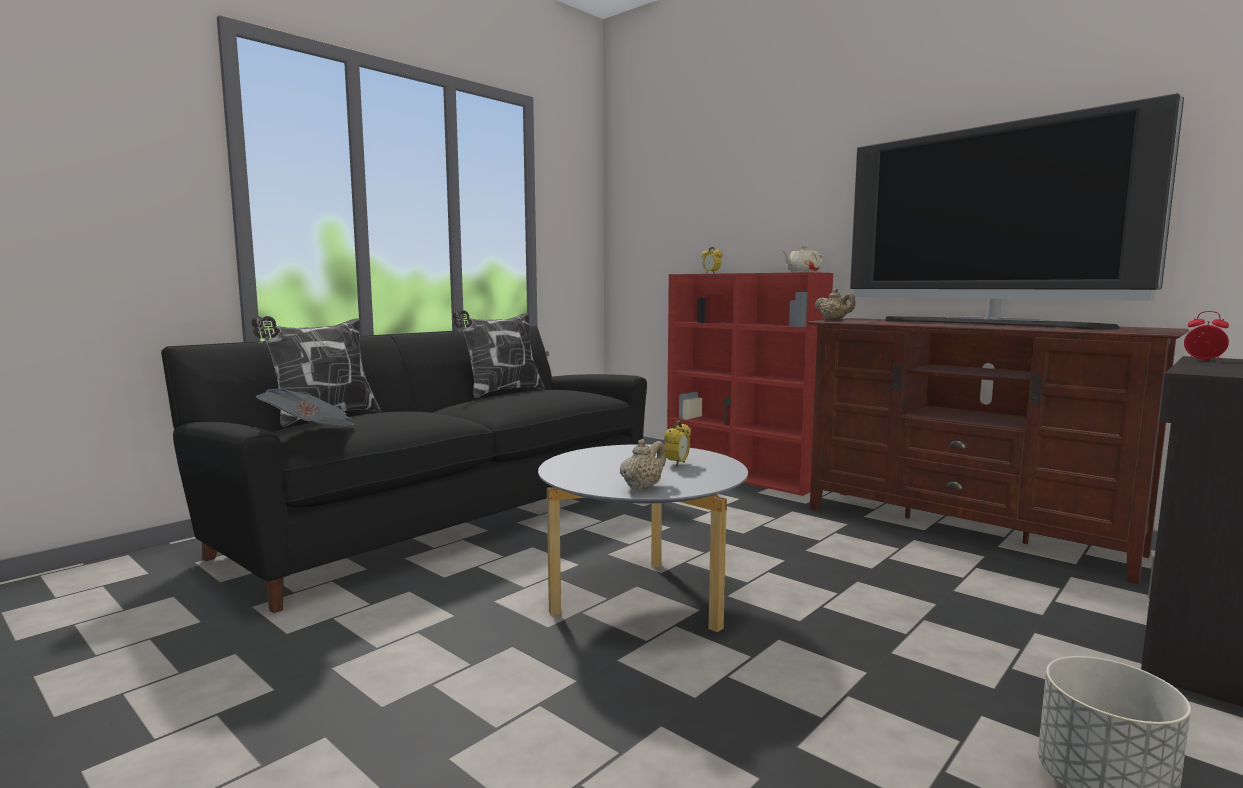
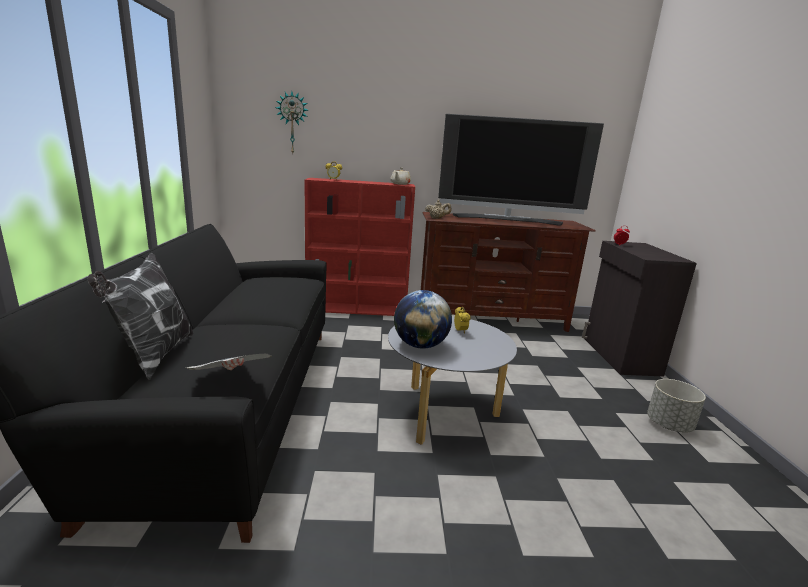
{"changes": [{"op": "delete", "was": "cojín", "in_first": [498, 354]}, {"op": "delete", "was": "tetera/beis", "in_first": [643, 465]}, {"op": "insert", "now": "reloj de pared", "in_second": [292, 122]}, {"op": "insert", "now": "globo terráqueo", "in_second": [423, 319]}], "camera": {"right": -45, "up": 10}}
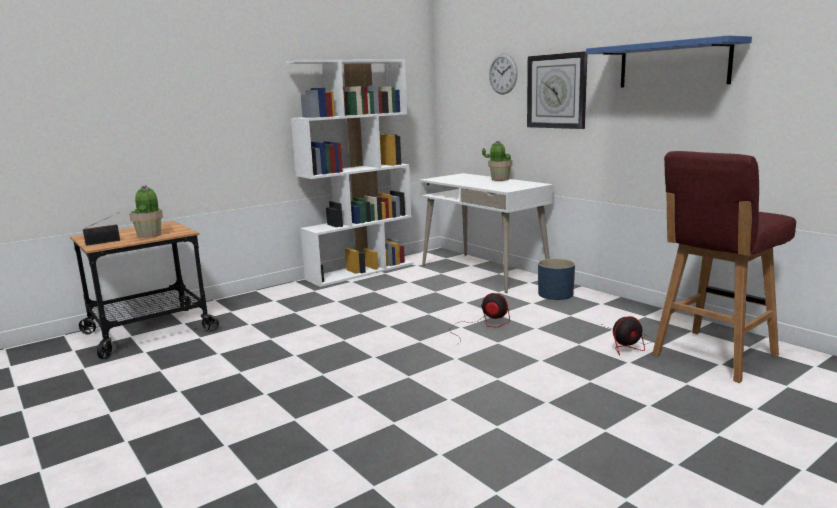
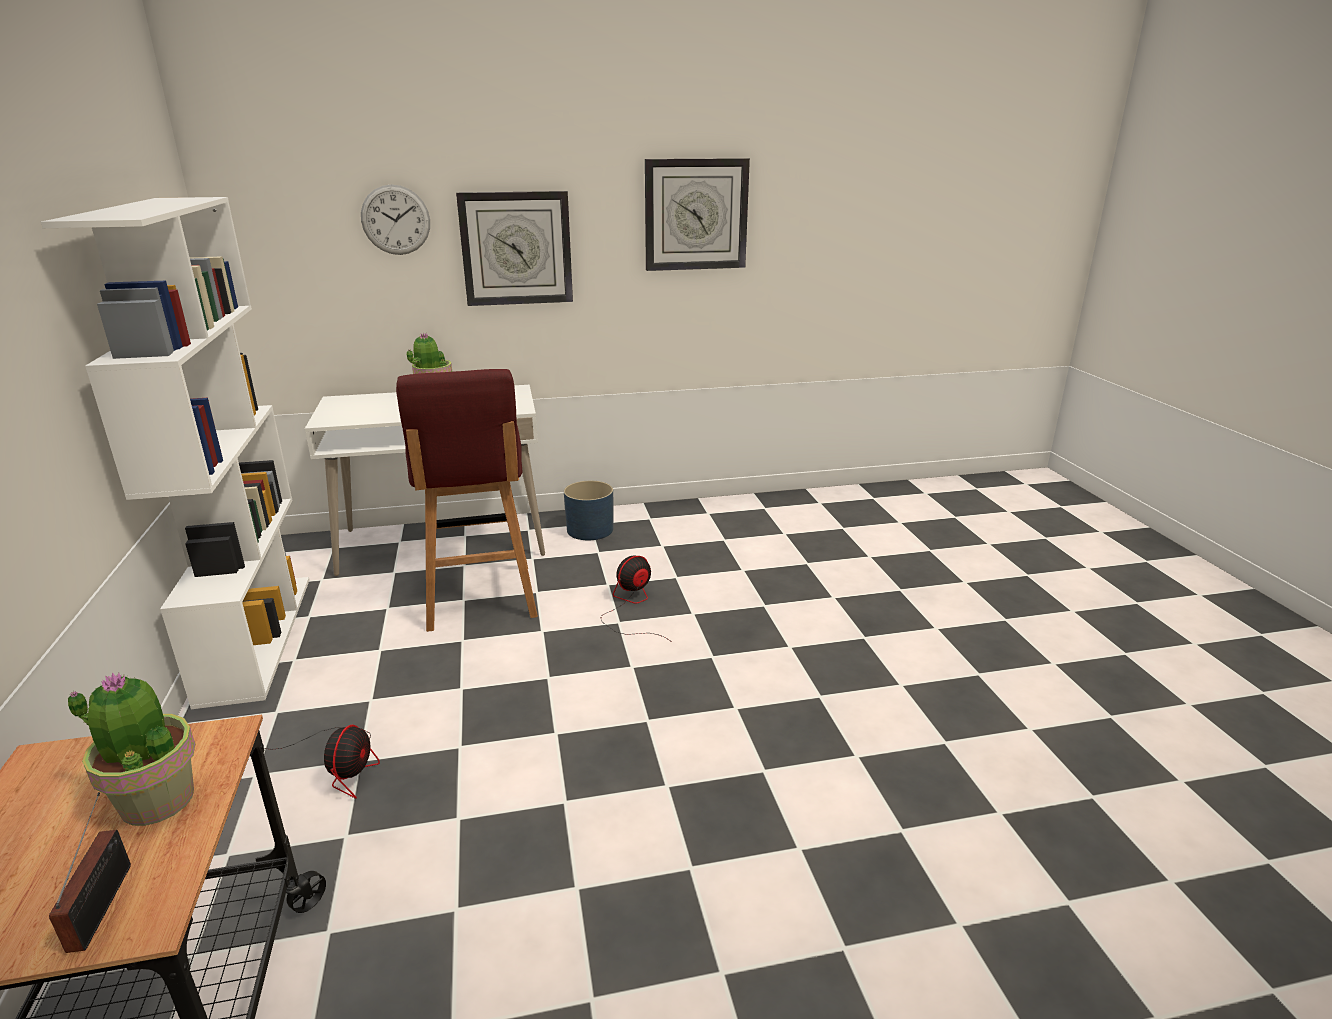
{"changes": [{"op": "replace", "was": "estante/azul", "now": "reloj de pared", "in_first": [669, 61], "in_second": [697, 214]}, {"op": "move", "was": "taburete/rojo", "in_first": [724, 267], "in_second": [467, 500]}, {"op": "move", "was": "ventilador", "in_first": [628, 335], "in_second": [322, 762]}], "camera": {"right": -65, "up": 10}}
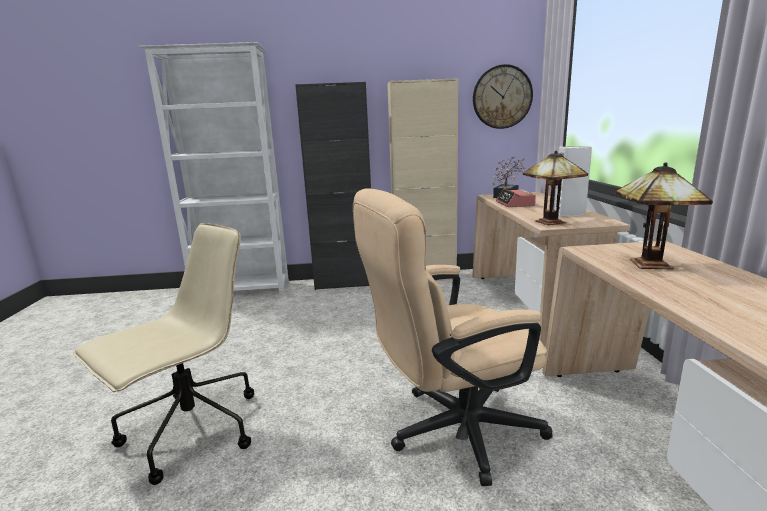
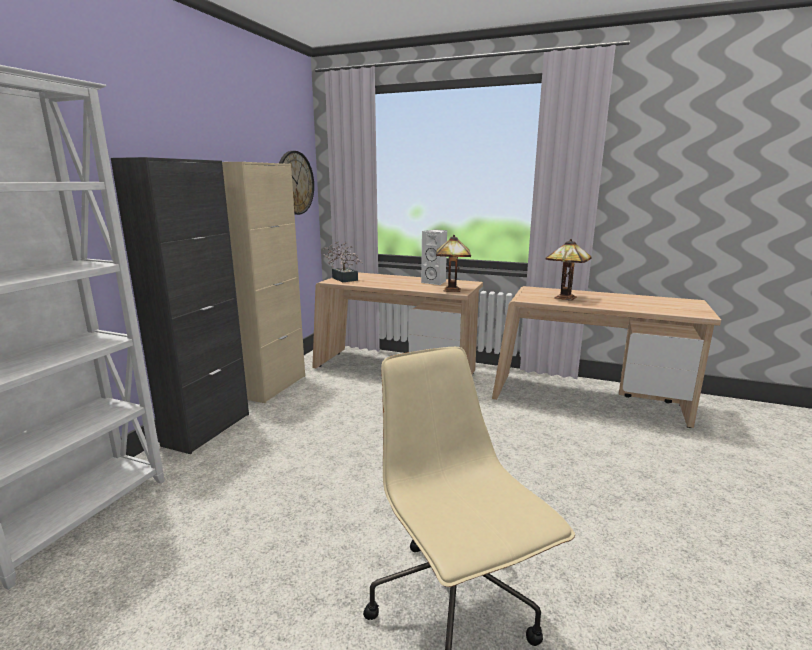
{"changes": [{"op": "delete", "was": "silla de oficina/beis", "in_first": [452, 337]}, {"op": "delete", "was": "despertador", "in_first": [516, 197]}], "camera": {"right": -65, "up": 0}}
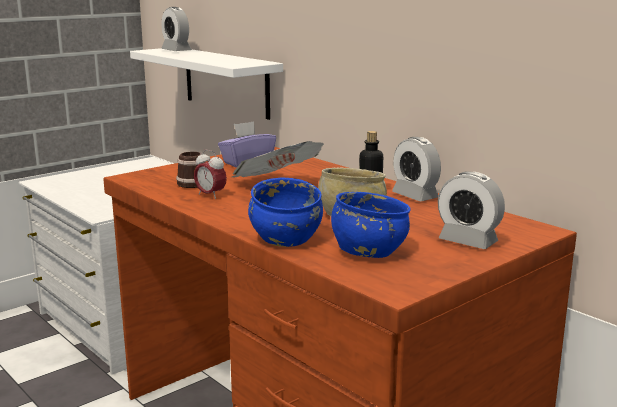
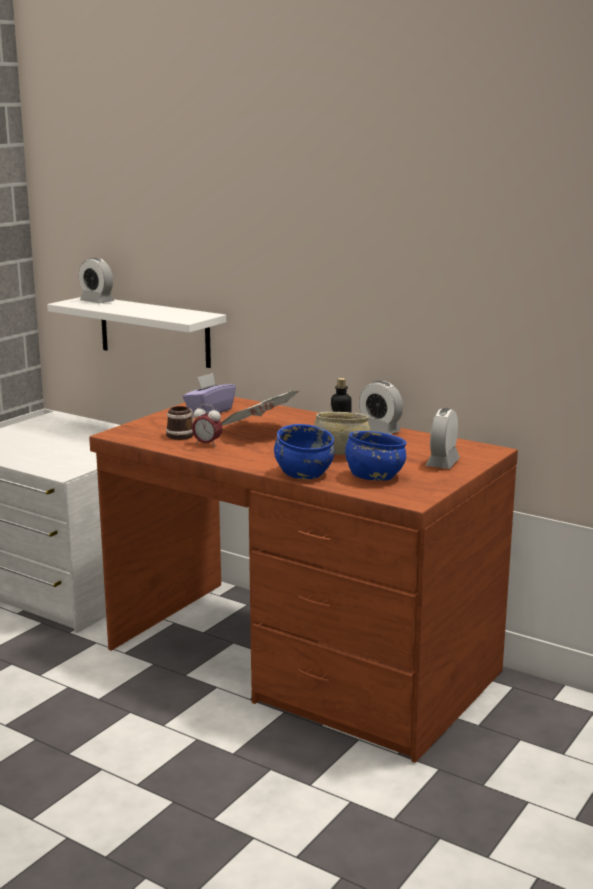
{"changes": [{"op": "rotate", "was": "despertador", "in_first": [471, 210], "in_second": [443, 438], "clockwise": 90}], "camera": {"right": -15, "up": 0}}
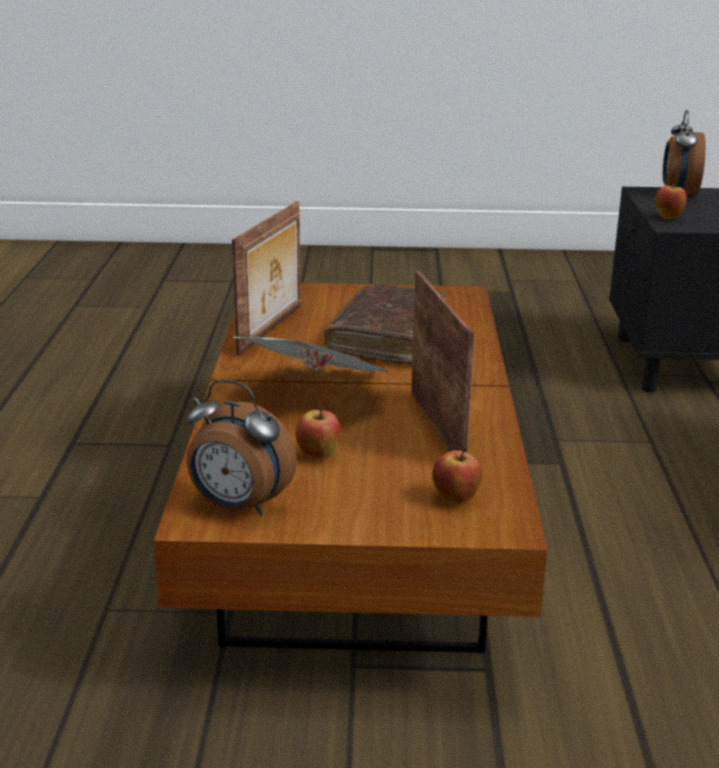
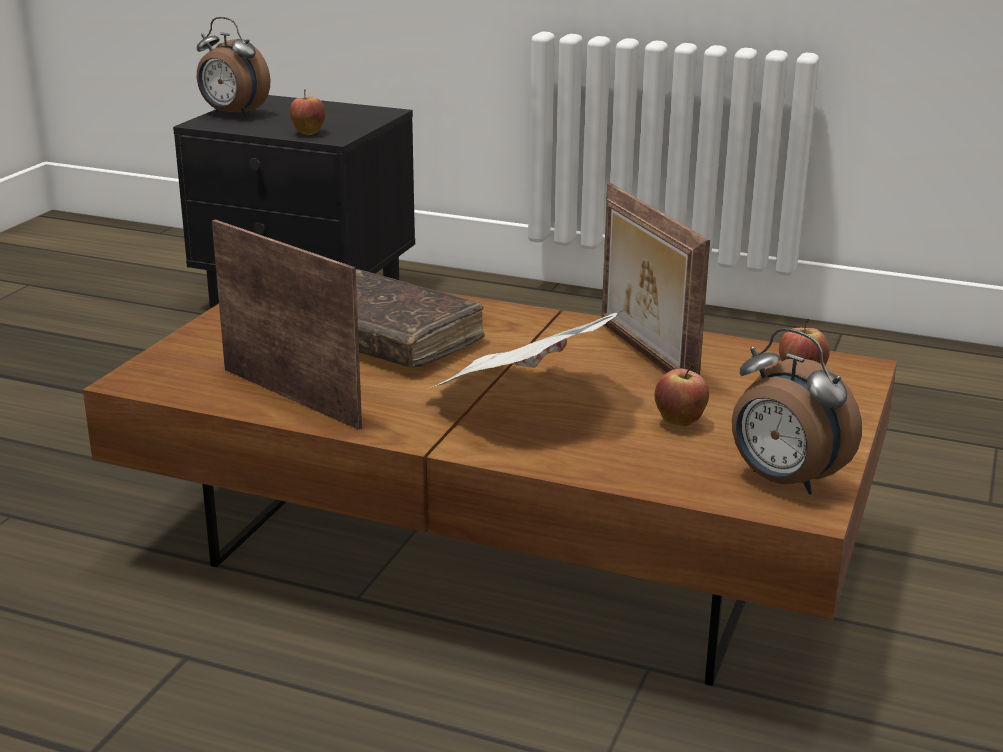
{"changes": [{"op": "rotate", "was": "portarretratos", "in_first": [443, 361], "in_second": [656, 279], "clockwise": -120}, {"op": "rotate", "was": "despertador", "in_first": [241, 447], "in_second": [797, 411], "clockwise": 90}], "camera": {"right": -70, "up": 0}}
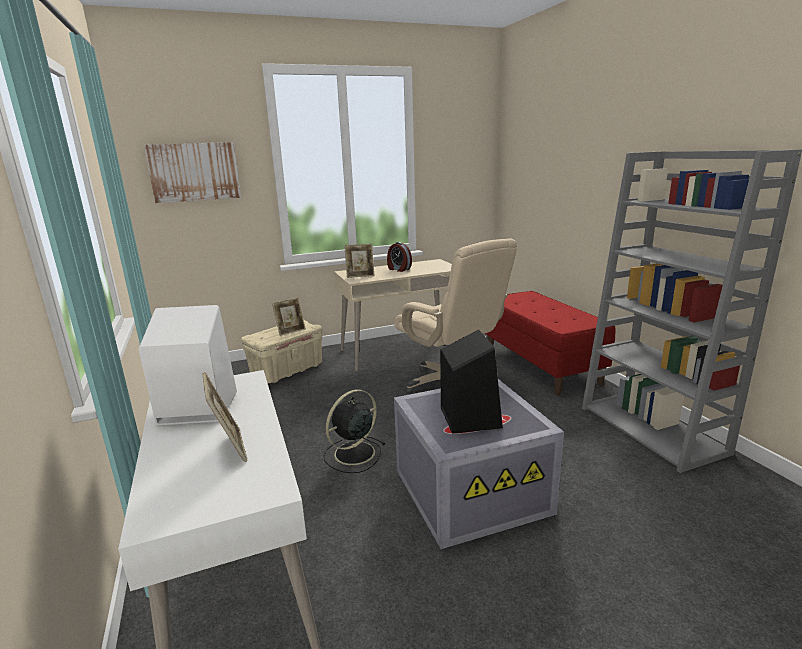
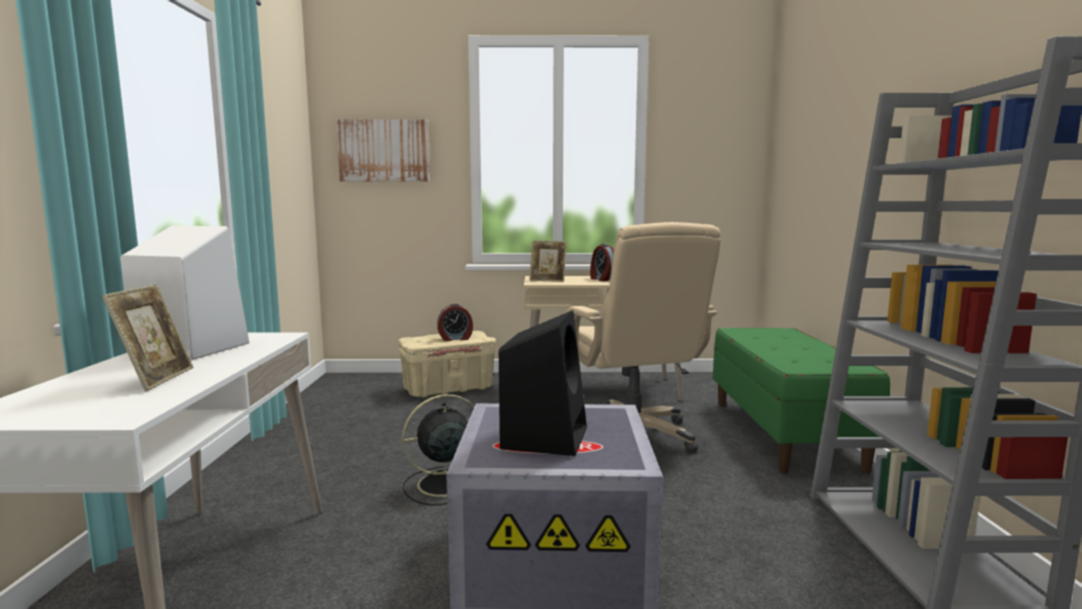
{"changes": [{"op": "recolor", "was": "banco/rojo", "now": "banco/verde", "in_first": [550, 343], "in_second": [801, 401]}, {"op": "replace", "was": "portarretratos", "now": "despertador", "in_first": [289, 317], "in_second": [455, 322]}], "camera": {"right": 20, "up": -10}}
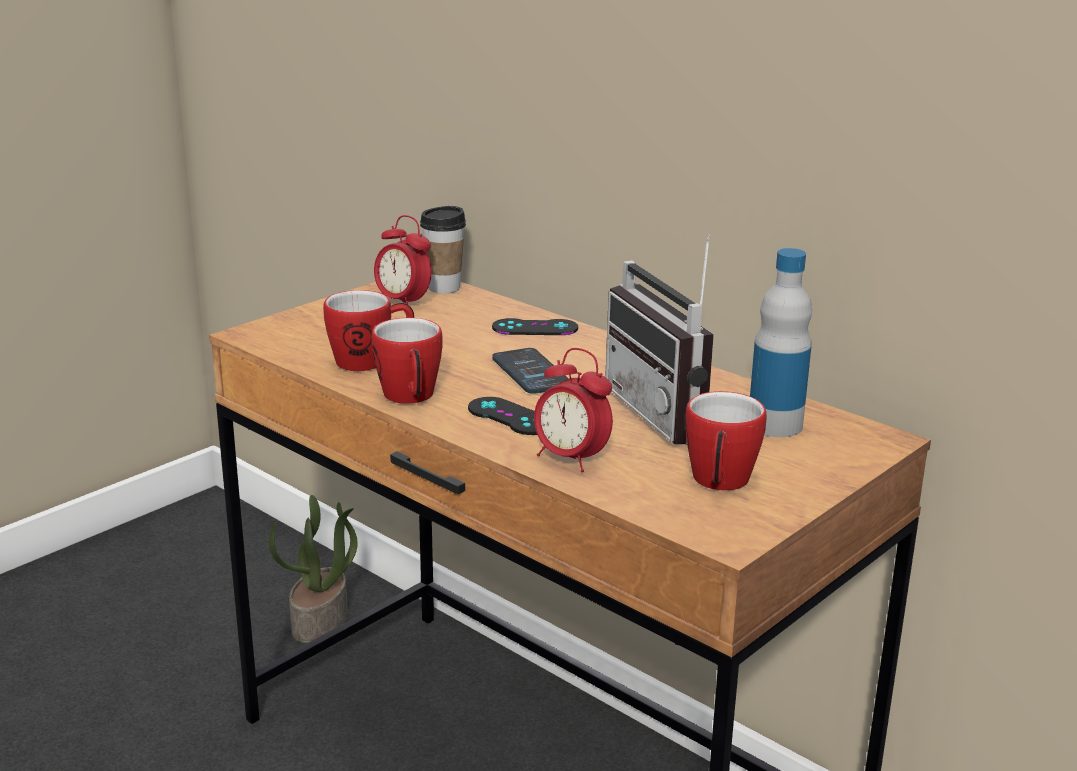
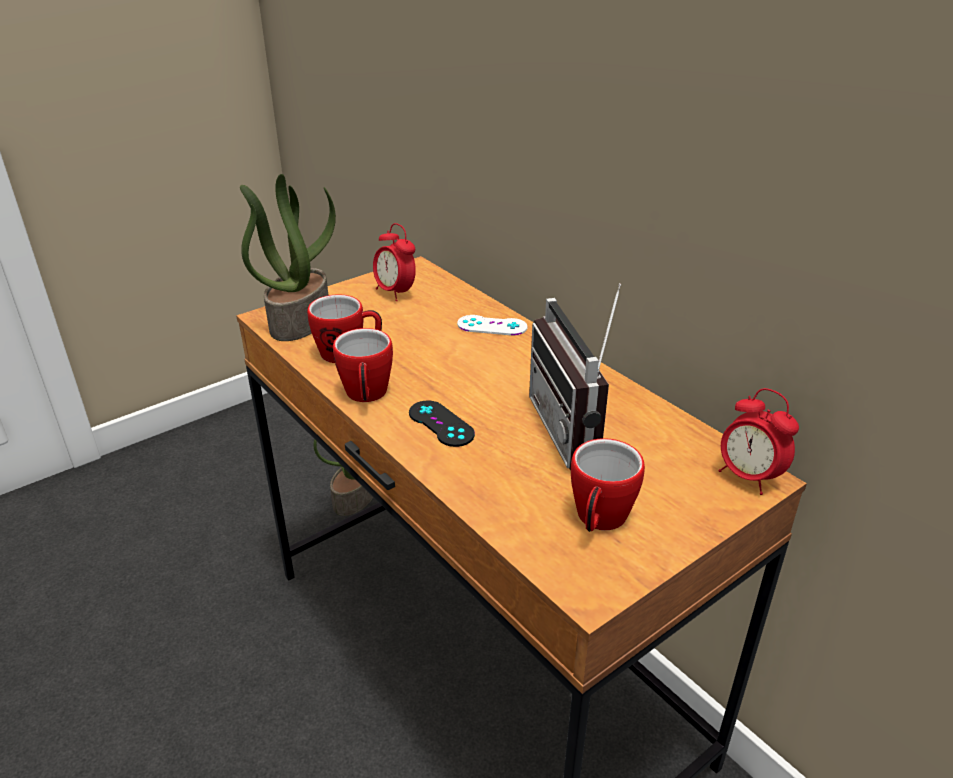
{"changes": [{"op": "delete", "was": "taza", "in_first": [443, 250]}, {"op": "delete", "was": "botella", "in_first": [781, 342]}, {"op": "recolor", "was": "mando de consola/negro", "now": "mando de consola/blanco", "in_first": [535, 326], "in_second": [492, 325]}, {"op": "delete", "was": "móvil", "in_first": [530, 371]}, {"op": "move", "was": "despertador", "in_first": [573, 410], "in_second": [758, 441]}, {"op": "insert", "now": "planta en maceta", "in_second": [288, 257]}], "camera": {"right": 10, "up": 10}}
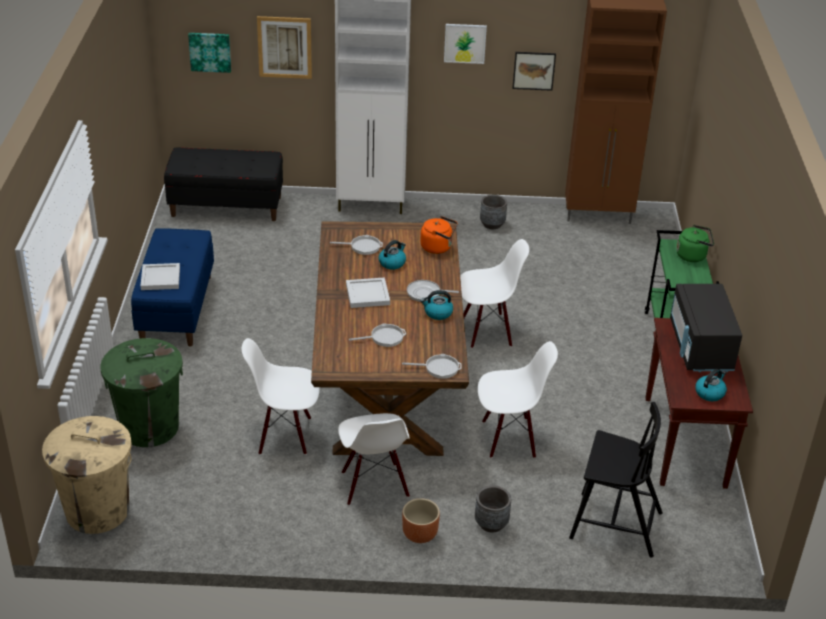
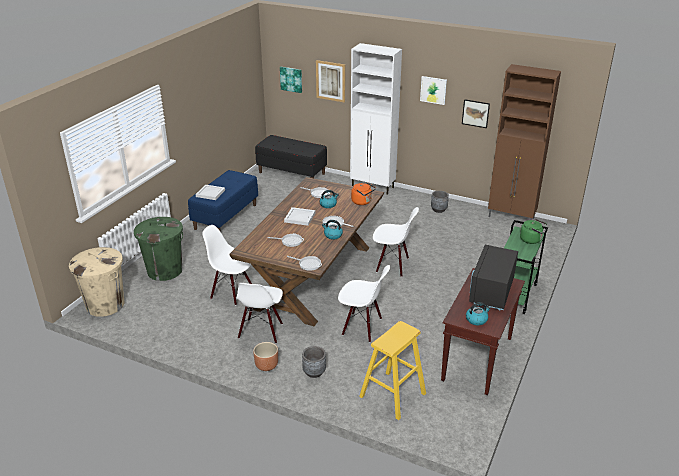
{"changes": [{"op": "replace", "was": "silla/negro", "now": "taburete/amarillo", "in_first": [616, 480], "in_second": [392, 370]}], "camera": {"right": 25, "up": -5}}
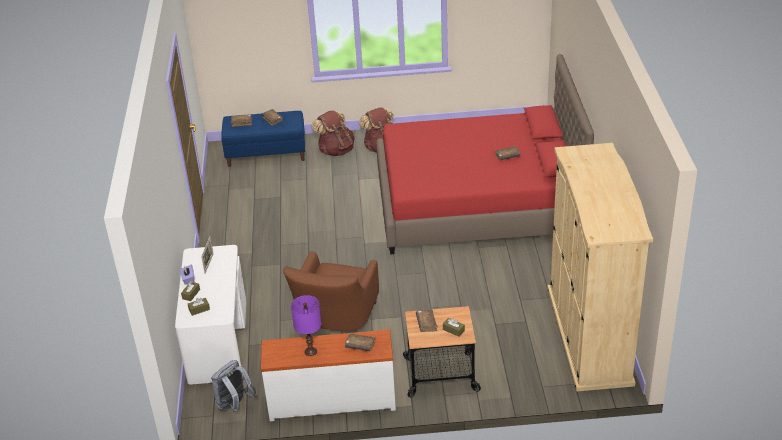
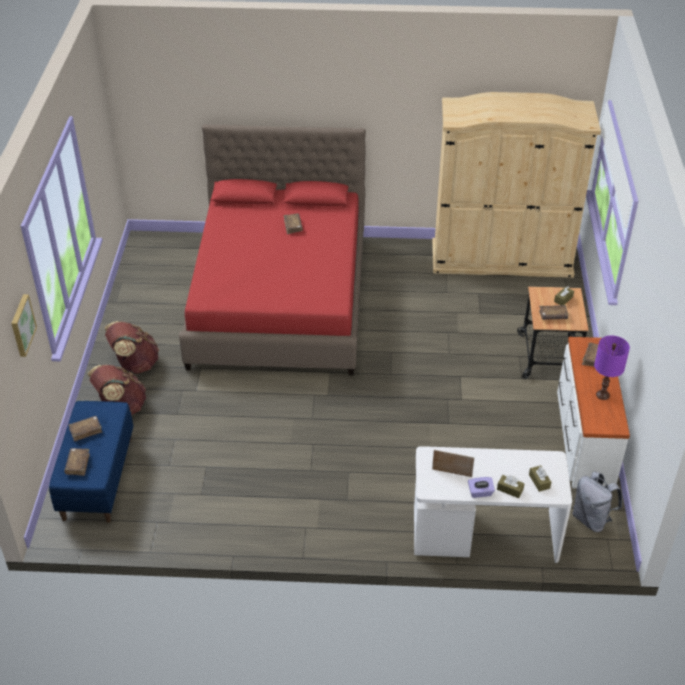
{"changes": [{"op": "delete", "was": "sillón/marrón", "in_first": [331, 292]}, {"op": "insert", "now": "cuadro", "in_second": [24, 325]}], "camera": {"right": -85, "up": 5}}
